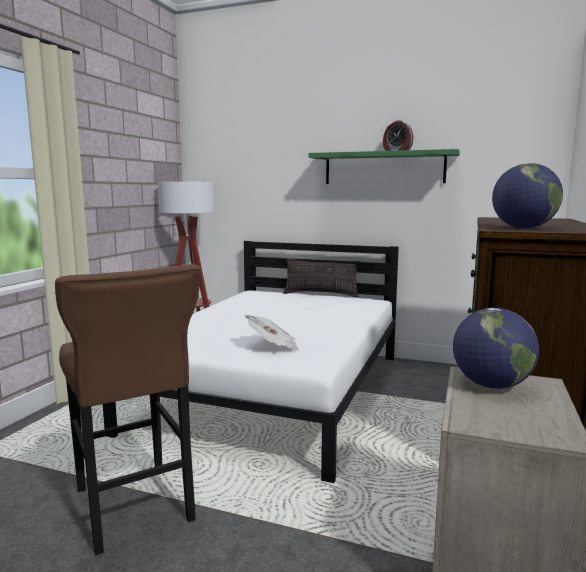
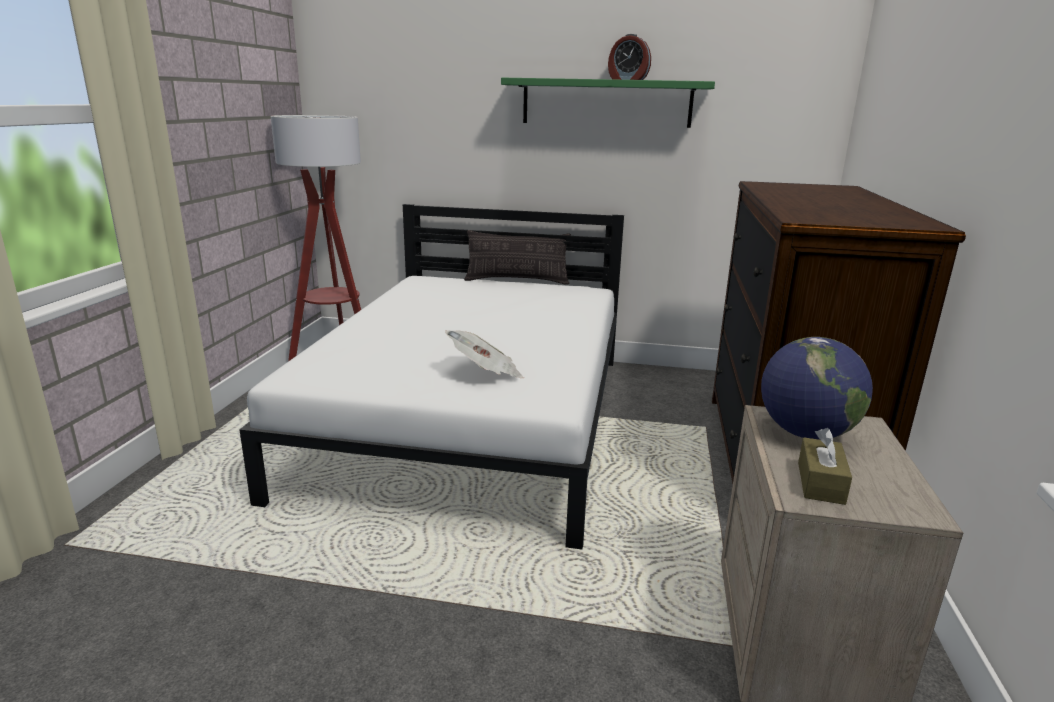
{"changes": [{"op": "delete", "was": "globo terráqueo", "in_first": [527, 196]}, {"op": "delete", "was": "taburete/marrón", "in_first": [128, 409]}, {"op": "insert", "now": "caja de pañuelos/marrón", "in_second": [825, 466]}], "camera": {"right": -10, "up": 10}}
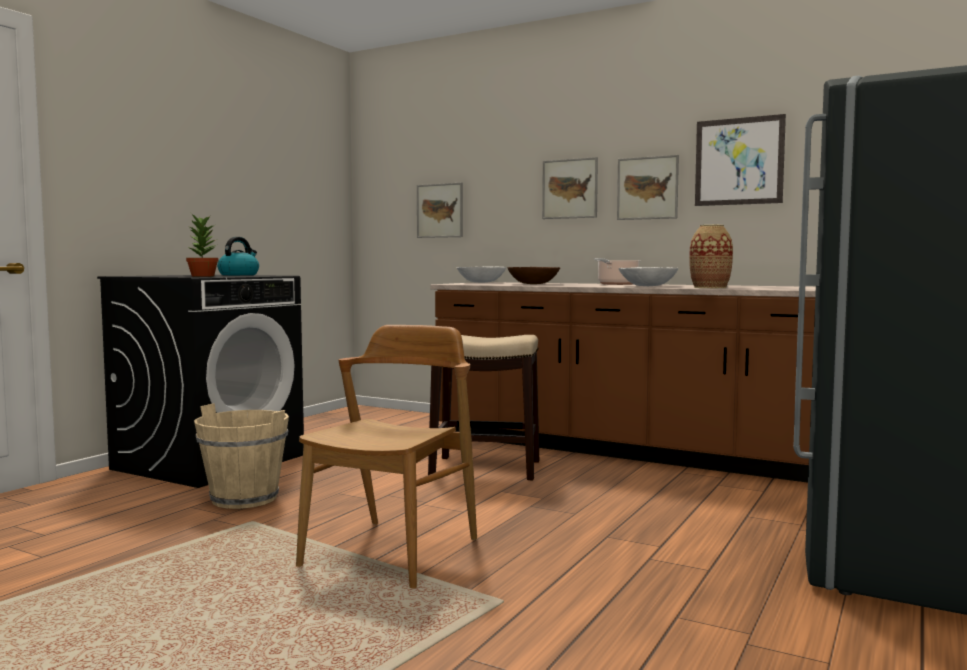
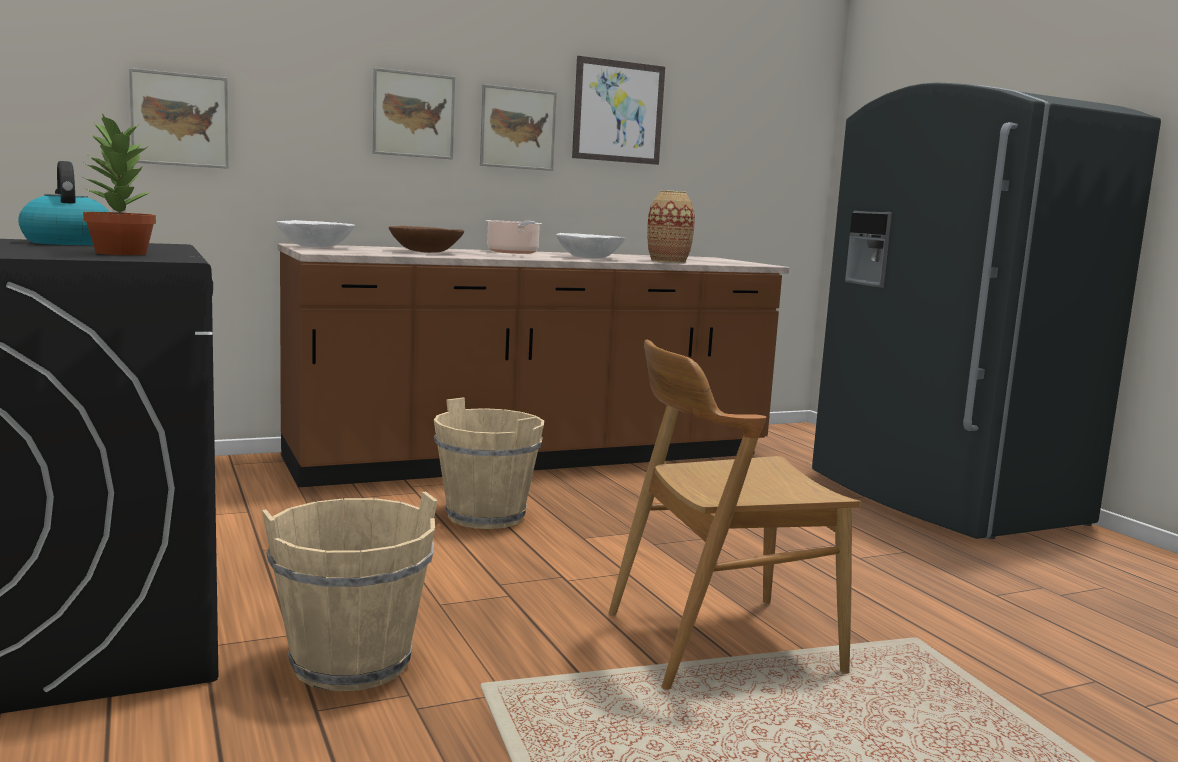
{"changes": [{"op": "rotate", "was": "silla/marrón", "in_first": [386, 456], "in_second": [734, 515], "clockwise": -75}, {"op": "replace", "was": "taburete", "now": "cubo/beis", "in_first": [483, 407], "in_second": [489, 463]}], "camera": {"right": -55, "up": 5}}
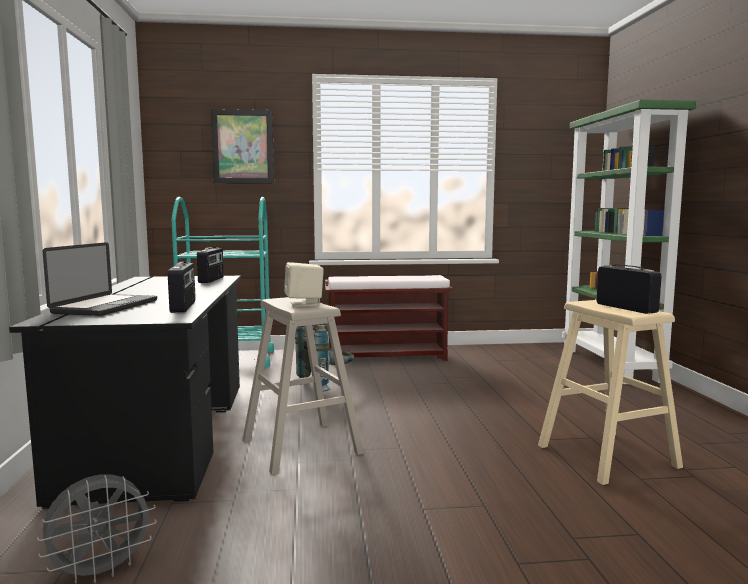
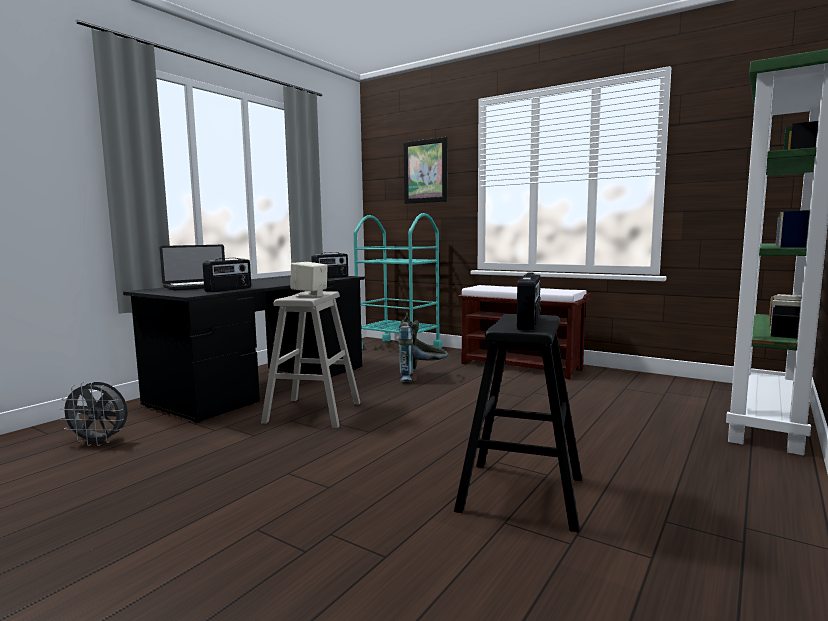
{"changes": [{"op": "recolor", "was": "taburete/beis", "now": "taburete/negro", "in_first": [610, 392], "in_second": [518, 423]}], "camera": {"right": 40, "up": 0}}
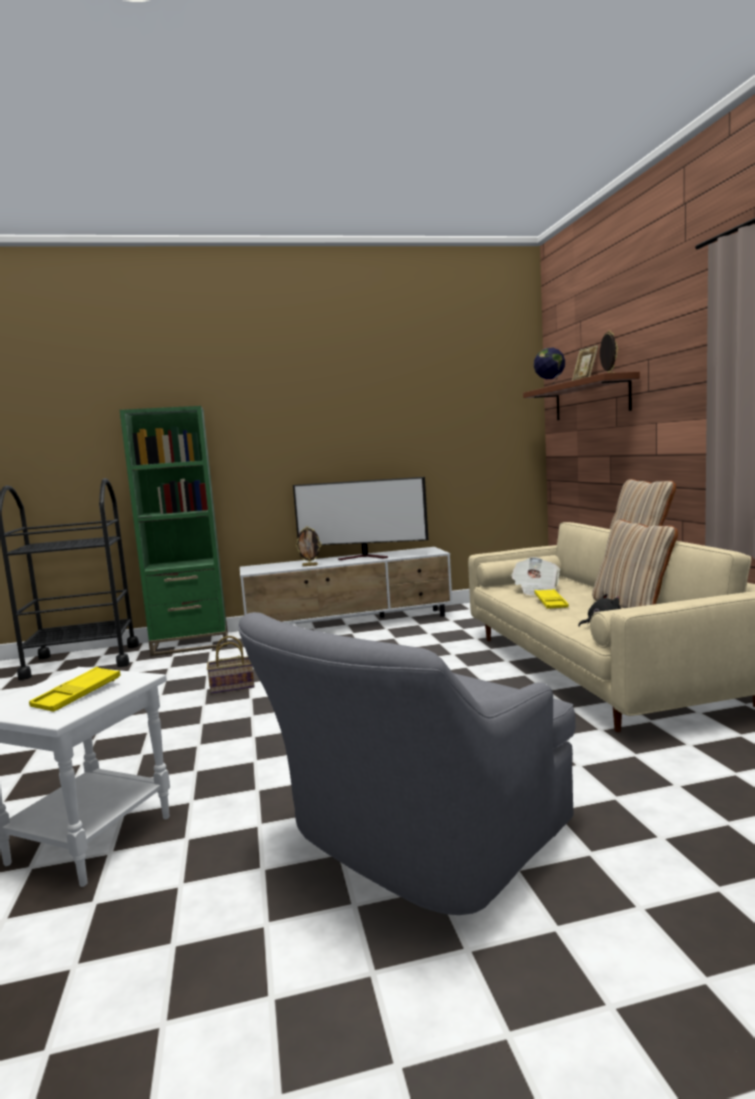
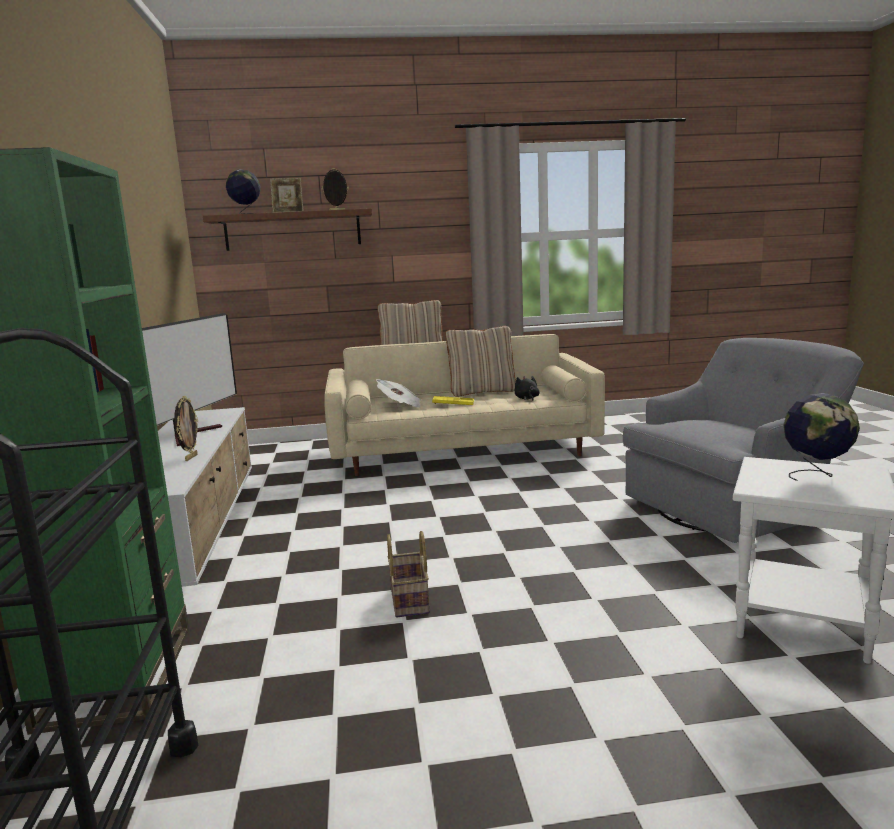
{"changes": [{"op": "rotate", "was": "sillón/gris", "in_first": [407, 763], "in_second": [743, 440], "clockwise": -75}, {"op": "replace", "was": "bandeja/amarillo", "now": "globo terráqueo", "in_first": [75, 689], "in_second": [821, 437]}], "camera": {"right": -85, "up": 5}}
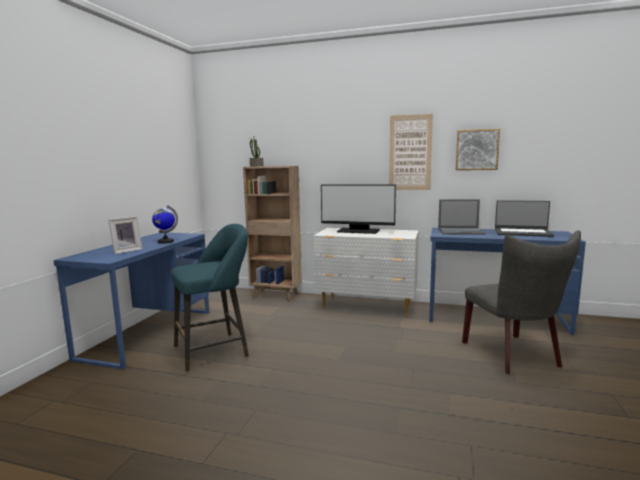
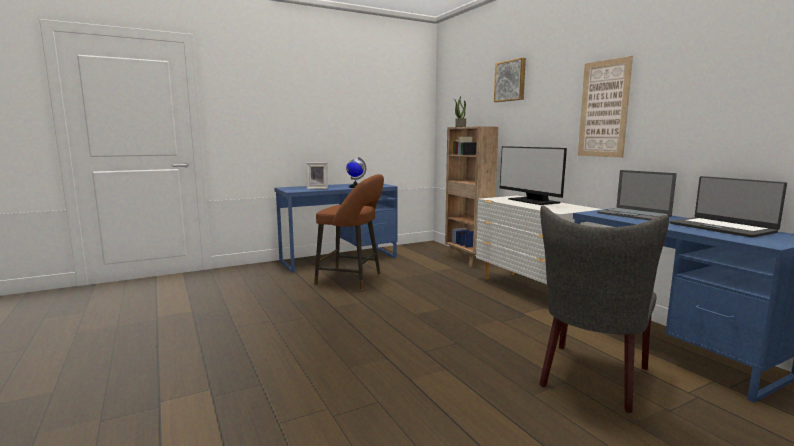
{"changes": [{"op": "move", "was": "cuadro", "in_first": [478, 149], "in_second": [510, 80]}, {"op": "recolor", "was": "taburete/turquesa", "now": "taburete/marrón", "in_first": [210, 298], "in_second": [349, 232]}], "camera": {"right": 45, "up": 0}}
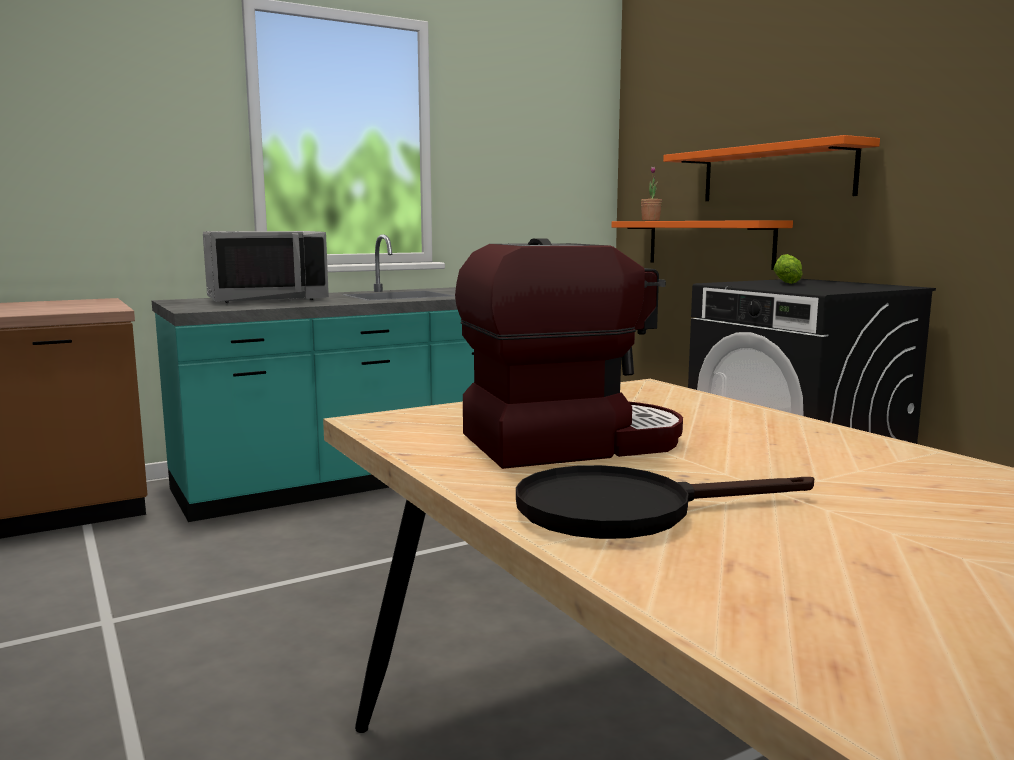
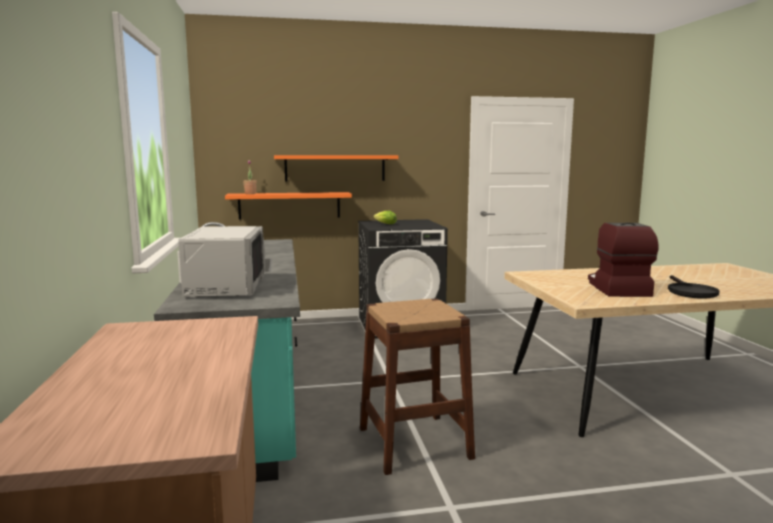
{"changes": [{"op": "insert", "now": "taburete/marrón", "in_second": [417, 386]}], "camera": {"right": -70, "up": 0}}
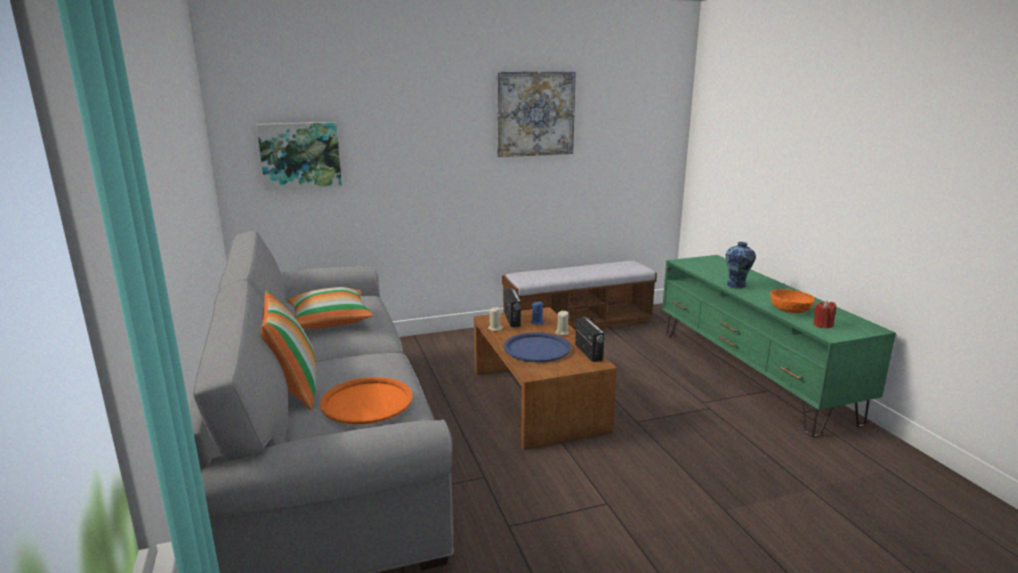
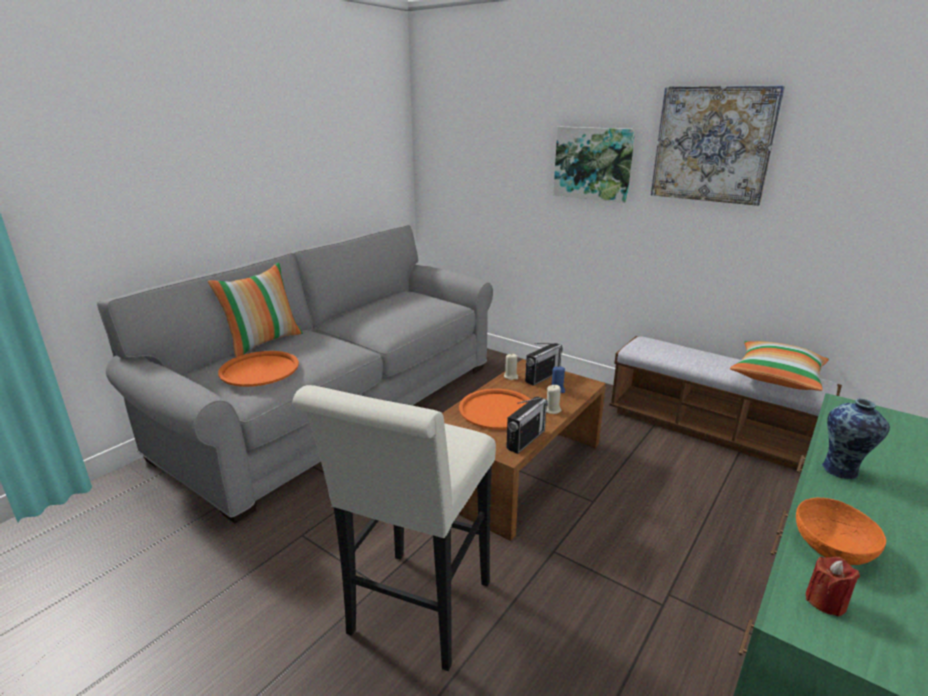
{"changes": [{"op": "move", "was": "cuadro", "in_first": [299, 156], "in_second": [594, 165]}, {"op": "move", "was": "cojín", "in_first": [329, 308], "in_second": [779, 366]}, {"op": "recolor", "was": "bandeja/azul", "now": "bandeja/naranja", "in_first": [537, 347], "in_second": [495, 409]}, {"op": "insert", "now": "taburete/blanco", "in_second": [394, 528]}], "camera": {"right": 55, "up": 5}}
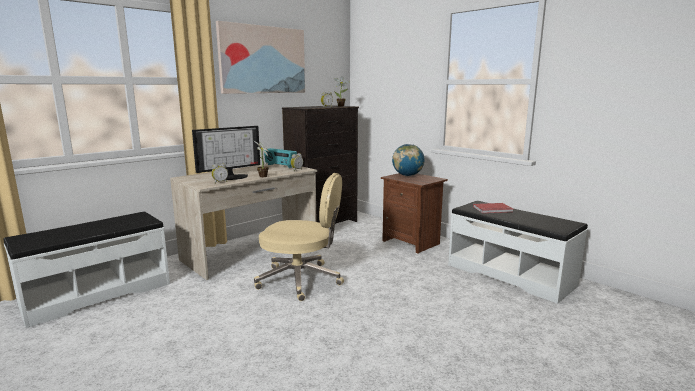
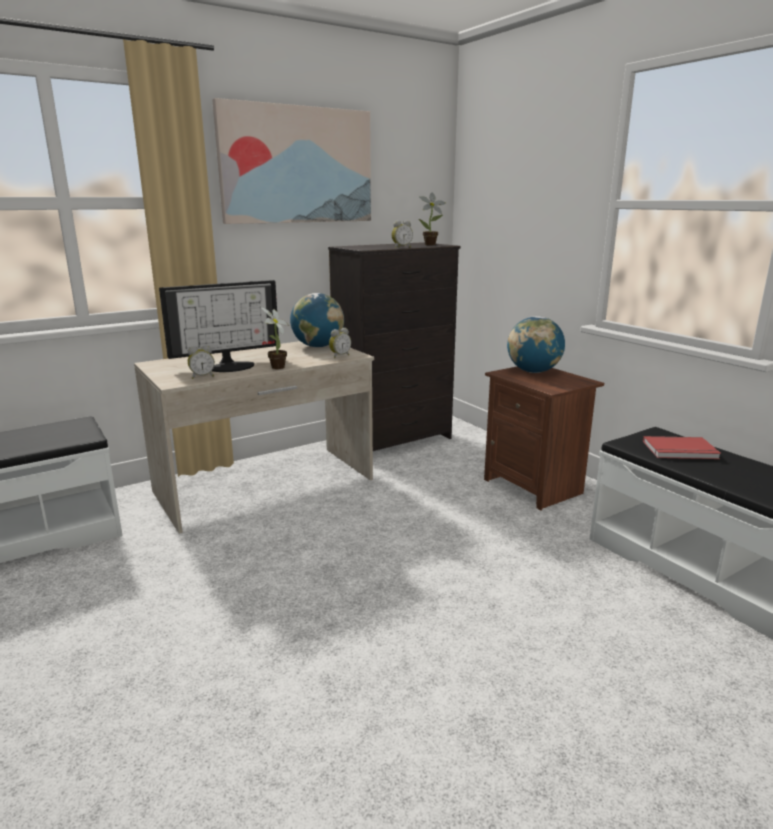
{"changes": [{"op": "replace", "was": "radio", "now": "globo terráqueo", "in_first": [280, 158], "in_second": [317, 320]}, {"op": "delete", "was": "silla de oficina/beis", "in_first": [299, 237]}], "camera": {"right": 10, "up": 5}}
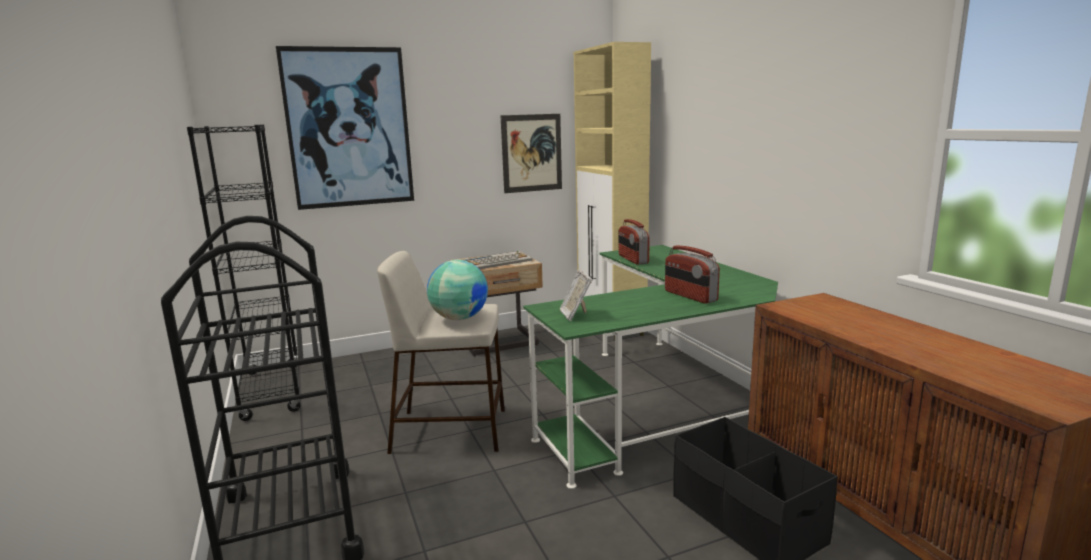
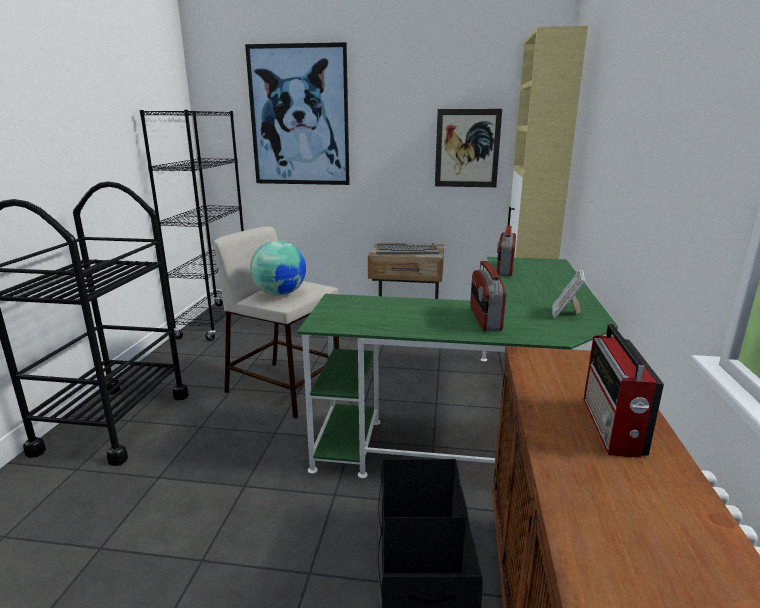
{"changes": [{"op": "move", "was": "portarretratos", "in_first": [576, 295], "in_second": [569, 294]}, {"op": "insert", "now": "radio", "in_second": [623, 390]}], "camera": {"right": 30, "up": 5}}
